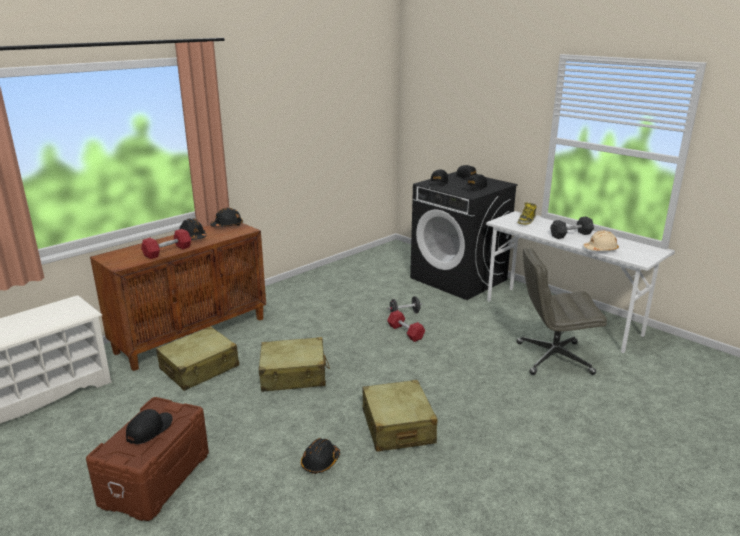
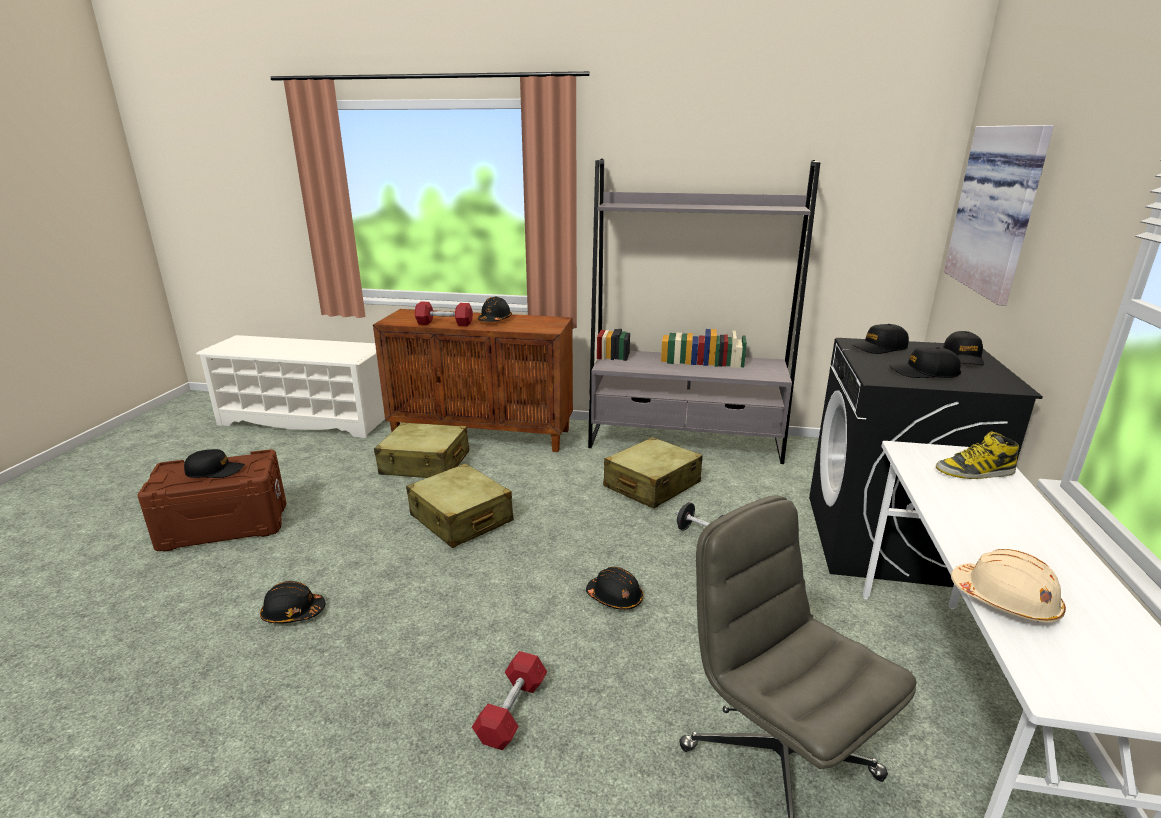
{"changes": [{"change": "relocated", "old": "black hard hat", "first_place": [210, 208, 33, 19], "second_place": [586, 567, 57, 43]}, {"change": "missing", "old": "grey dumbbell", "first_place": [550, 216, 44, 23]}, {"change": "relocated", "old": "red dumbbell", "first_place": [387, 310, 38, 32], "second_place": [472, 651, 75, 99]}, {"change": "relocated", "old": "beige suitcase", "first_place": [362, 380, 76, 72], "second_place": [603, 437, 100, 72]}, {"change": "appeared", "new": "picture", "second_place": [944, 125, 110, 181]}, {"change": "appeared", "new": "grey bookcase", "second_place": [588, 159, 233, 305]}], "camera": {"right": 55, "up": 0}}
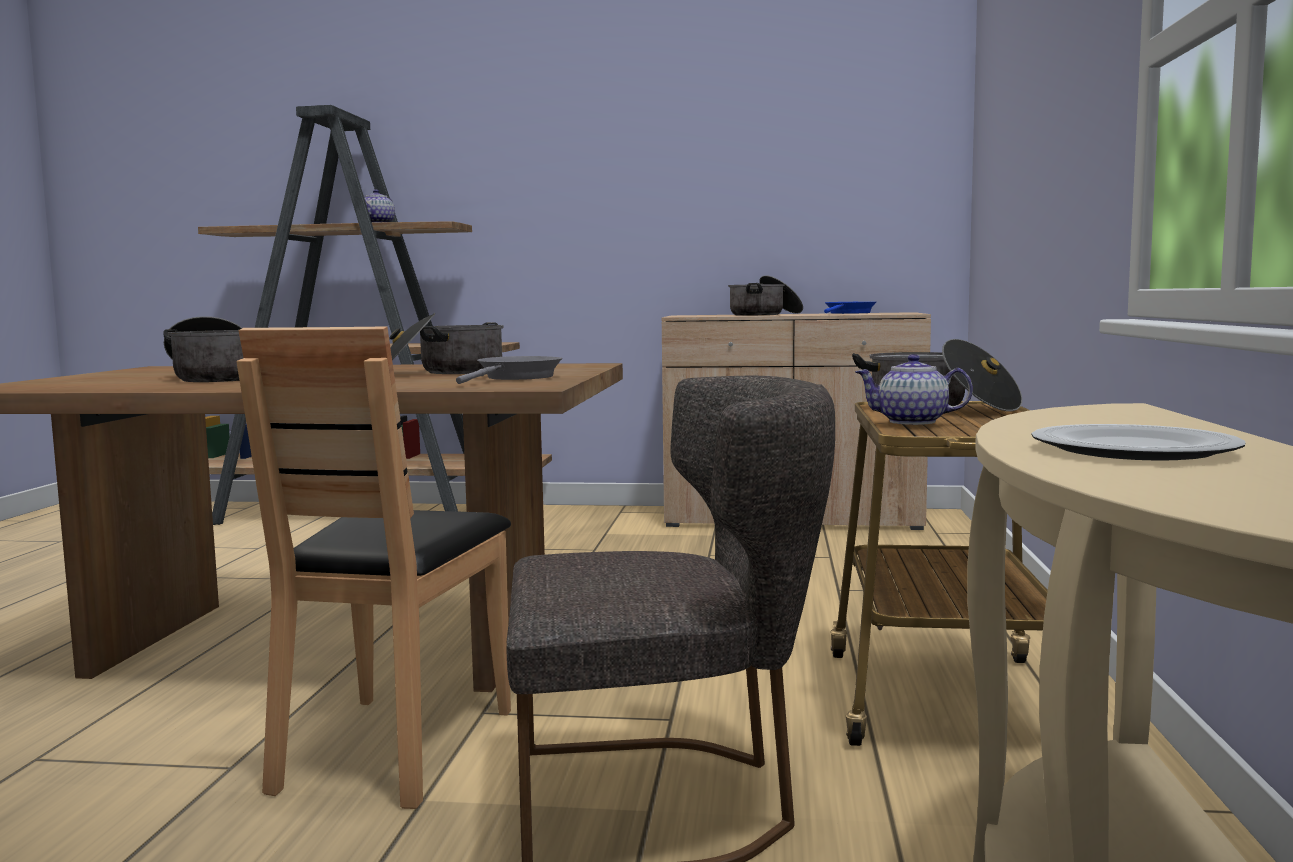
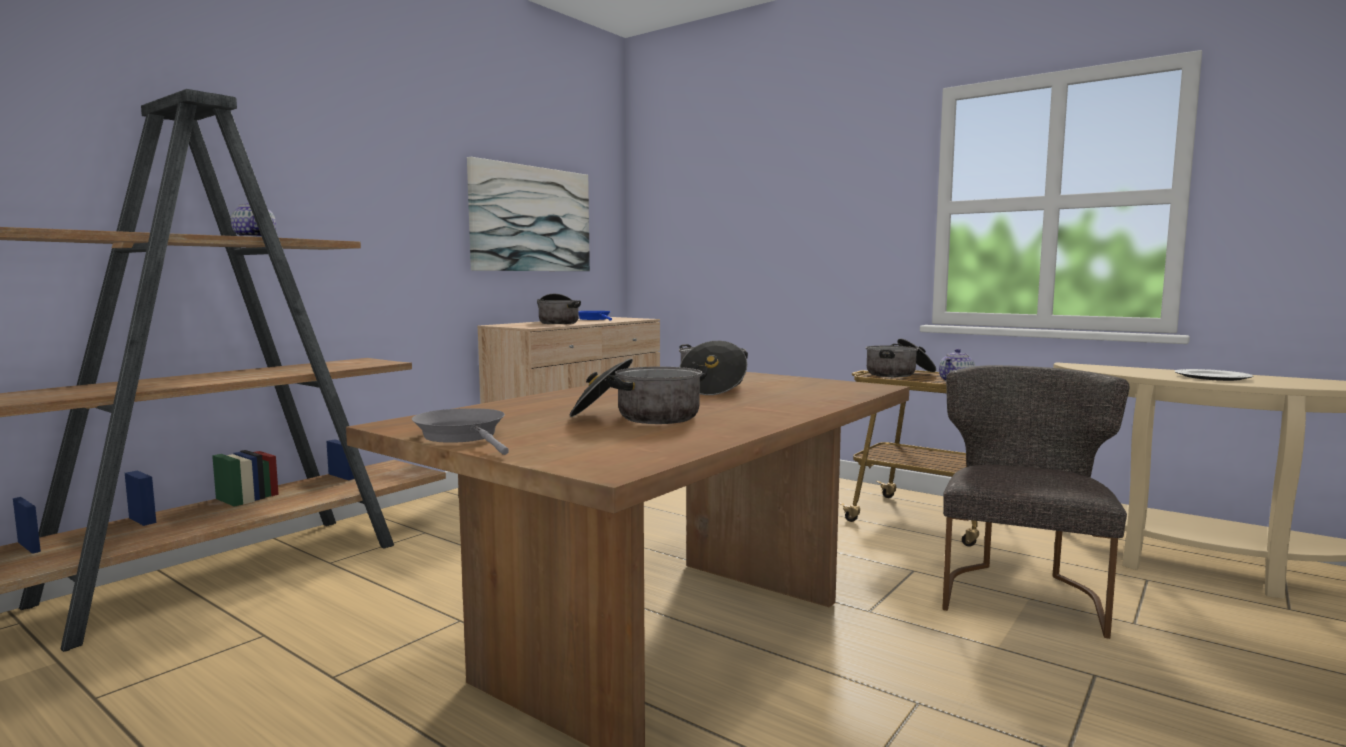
{"changes": [{"change": "missing", "old": "brown chair", "first_place": [236, 326, 275, 483]}, {"change": "relocated", "old": "grey frying pan", "first_place": [456, 356, 107, 28], "second_place": [412, 408, 97, 47]}, {"change": "appeared", "new": "picture", "second_place": [467, 157, 123, 114]}], "camera": {"right": -60, "up": 0}}
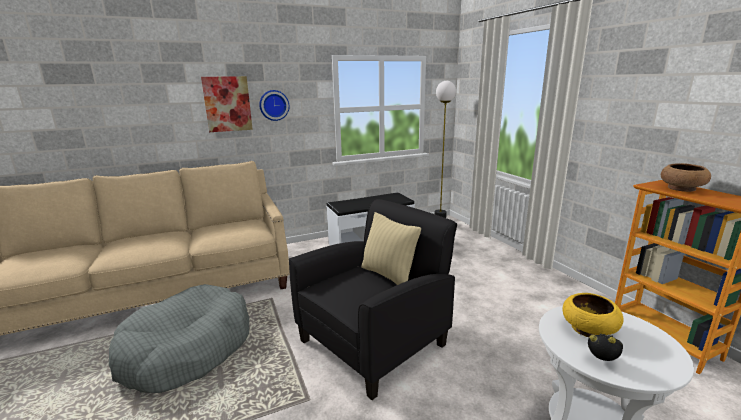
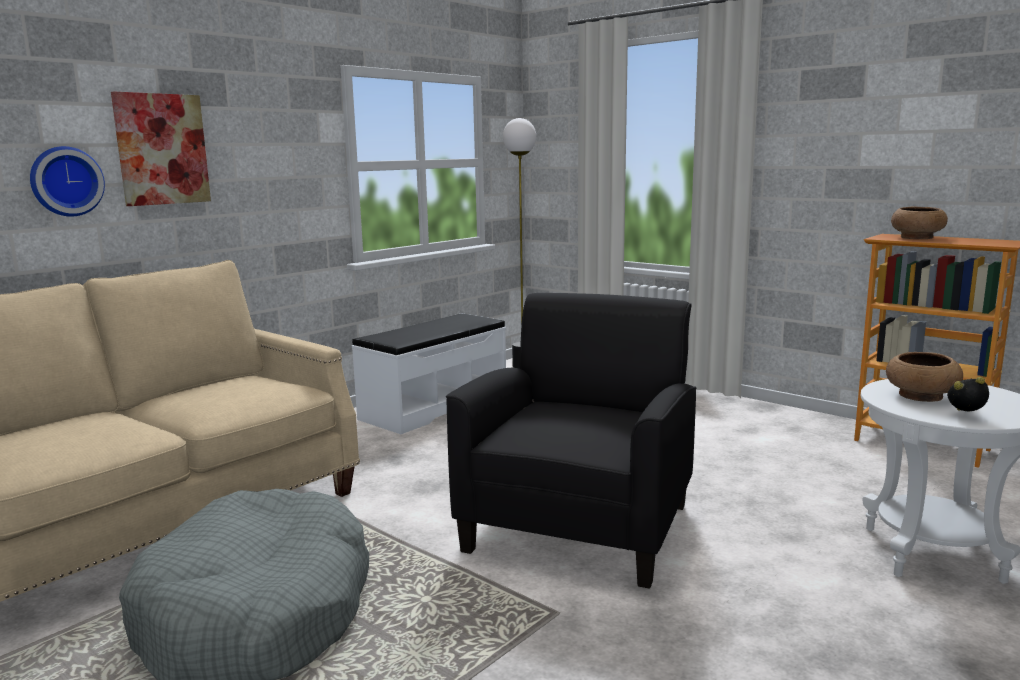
{"changes": [{"change": "relocated", "old": "wall clock", "first_place": [259, 90, 31, 31], "second_place": [30, 146, 75, 71]}, {"change": "missing", "old": "beige pillow", "first_place": [361, 212, 60, 73]}, {"change": "colour", "old": "yellow bowl", "new": "brown bowl", "first_place": [563, 293, 61, 45], "second_place": [886, 352, 77, 50]}], "camera": {"right": -25, "up": -5}}
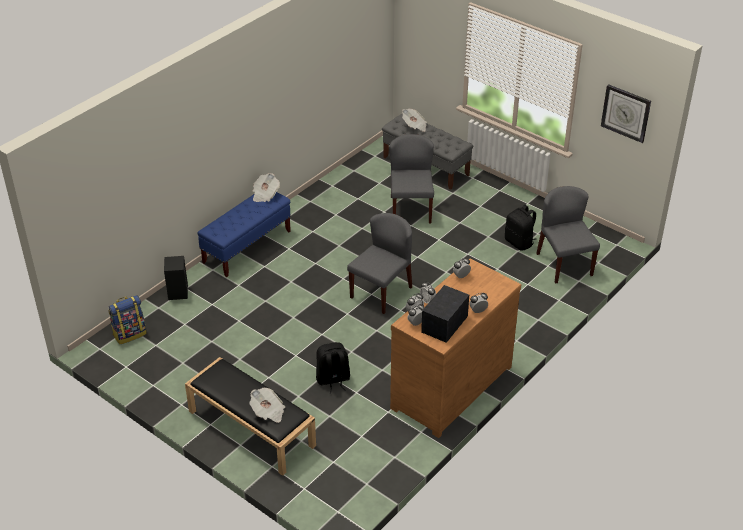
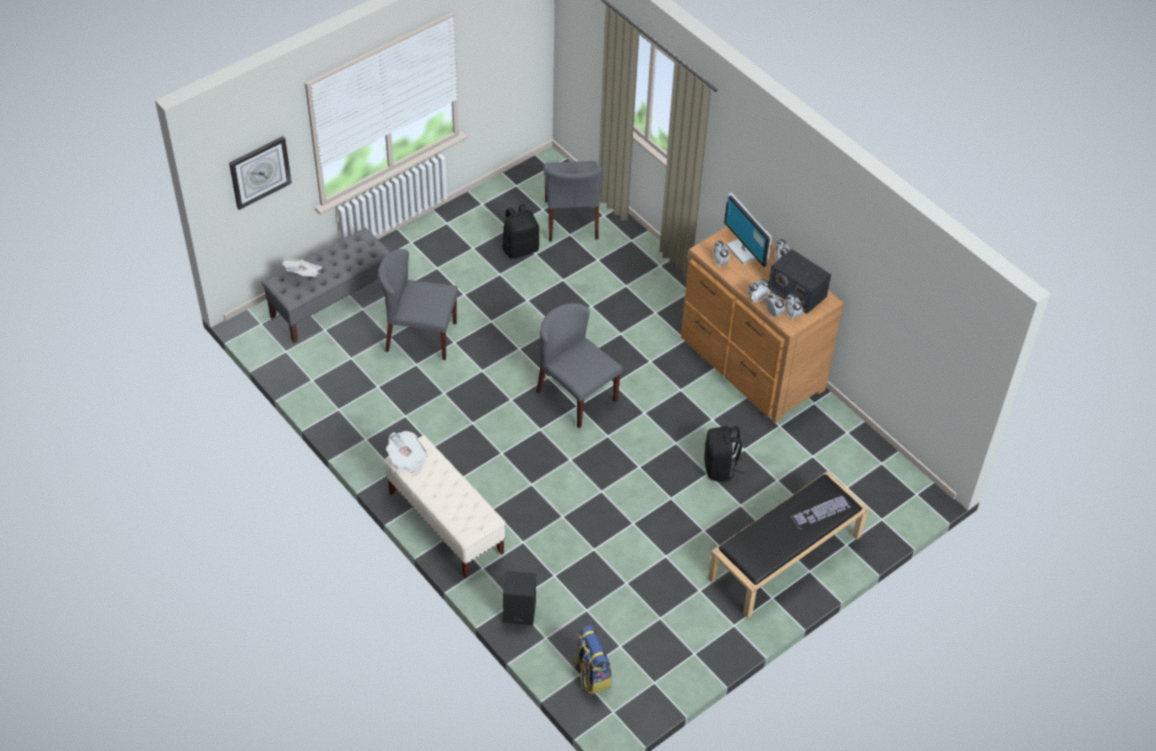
{"changes": [{"change": "relocated", "old": "wall clock", "first_place": [601, 84, 50, 59], "second_place": [229, 136, 63, 74]}, {"change": "spun", "old": "grey chair", "first_place": [536, 186, 64, 97], "second_place": [543, 161, 60, 81], "degrees": -90}, {"change": "colour", "old": "blue bench", "new": "beige bench", "first_place": [197, 192, 94, 85], "second_place": [384, 436, 122, 142]}, {"change": "exchanged", "old": "newspaper", "new": "keyboard", "first_place": [249, 388, 36, 35], "second_place": [790, 492, 62, 38]}, {"change": "appeared", "new": "monitor", "second_place": [724, 193, 48, 74]}], "camera": {"right": -80, "up": 10}}
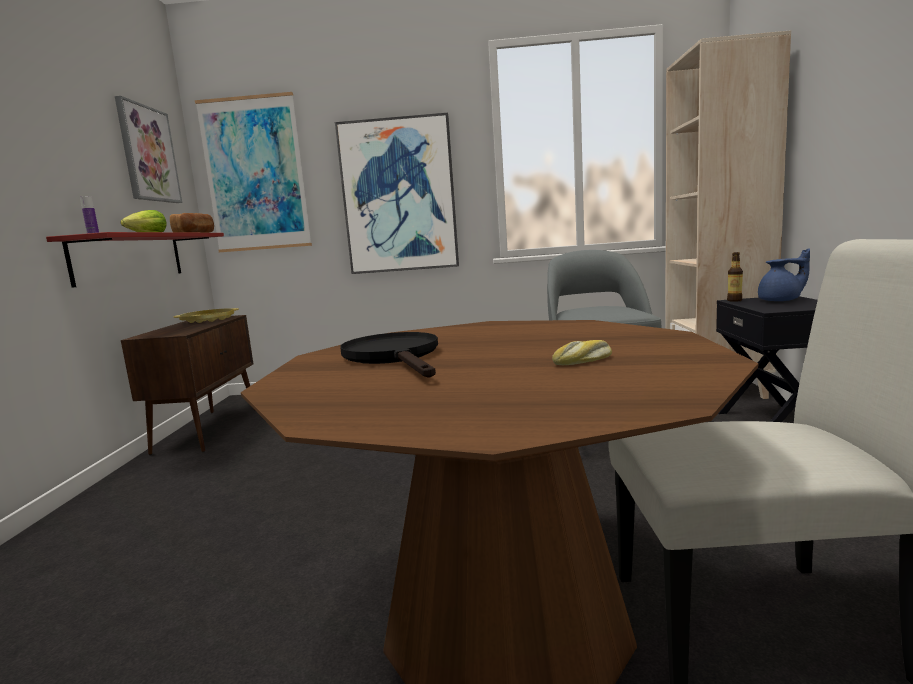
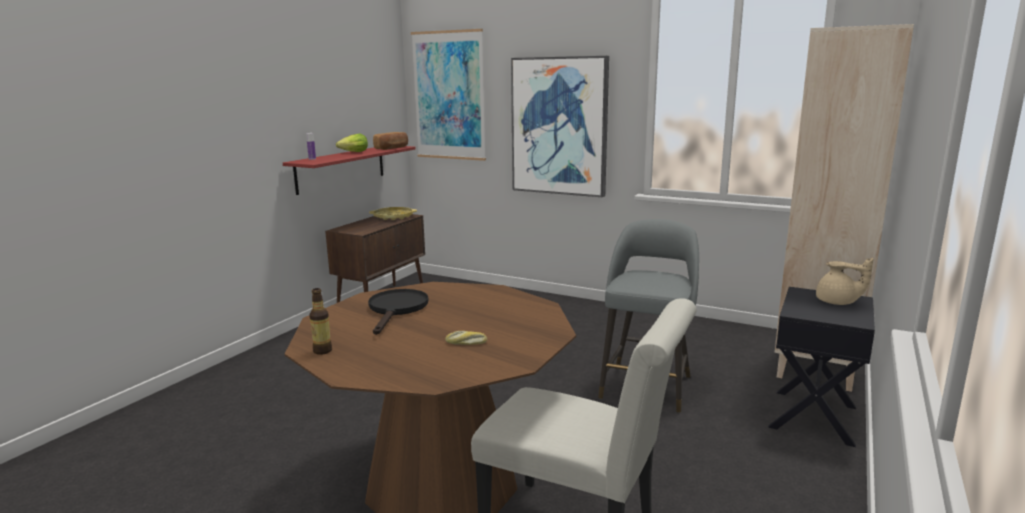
{"changes": [{"change": "missing", "old": "picture", "first_place": [115, 96, 67, 107]}, {"change": "colour", "old": "blue teapot", "new": "beige teapot", "first_place": [758, 248, 52, 53], "second_place": [816, 258, 58, 47]}, {"change": "relocated", "old": "bottle", "first_place": [727, 252, 16, 50], "second_place": [309, 288, 23, 67]}], "camera": {"right": 25, "up": 5}}
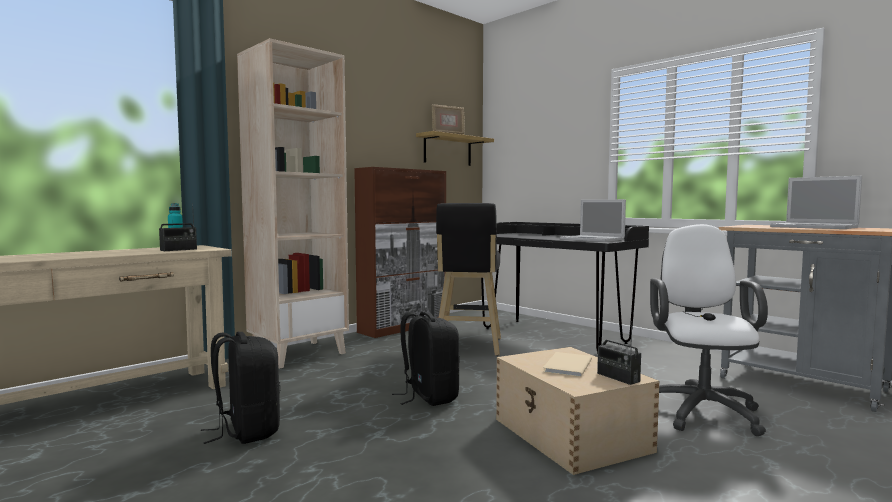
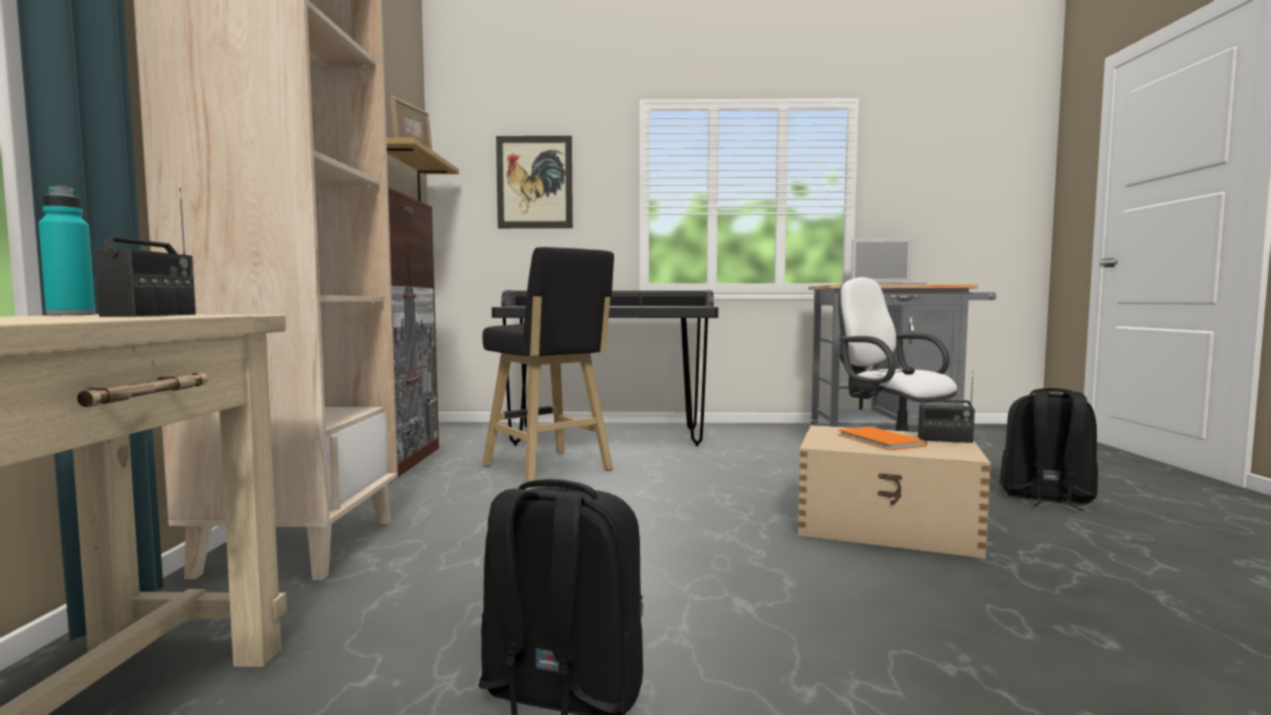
{"changes": [{"change": "missing", "old": "laptop", "first_place": [560, 199, 66, 43]}, {"change": "relocated", "old": "black backpack", "first_place": [392, 312, 68, 94], "second_place": [999, 388, 99, 123]}, {"change": "colour", "old": "beige book", "new": "orange book", "first_place": [543, 352, 49, 25], "second_place": [838, 427, 90, 23]}, {"change": "appeared", "new": "picture", "second_place": [496, 136, 77, 92]}], "camera": {"right": -45, "up": 0}}
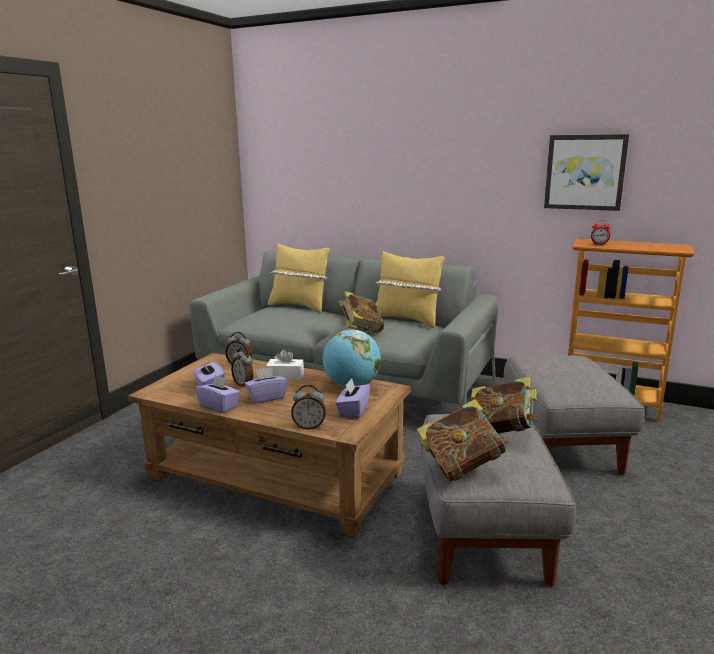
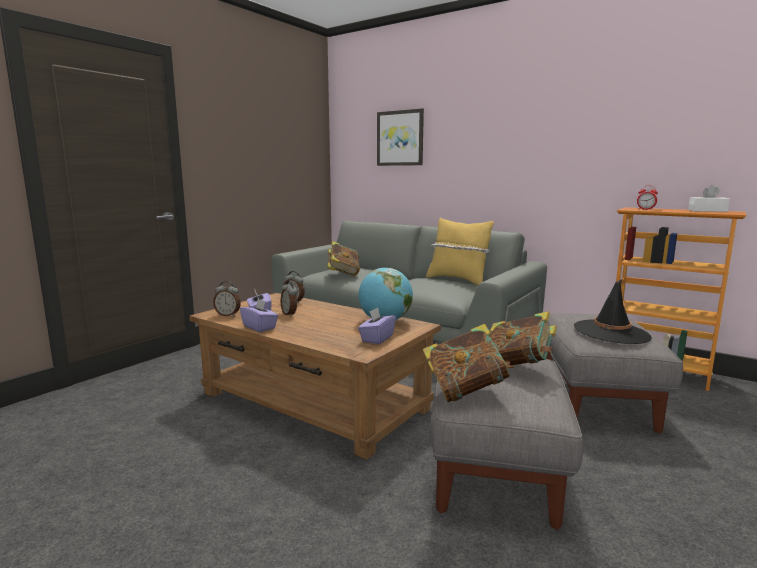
{"changes": [{"change": "relocated", "old": "picture", "first_place": [544, 134, 85, 77], "second_place": [377, 108, 47, 58]}, {"change": "missing", "old": "yellow pillow", "first_place": [268, 243, 62, 70]}, {"change": "relocated", "old": "book", "first_place": [339, 291, 45, 42], "second_place": [327, 241, 33, 35]}, {"change": "relocated", "old": "white tissue box", "first_place": [266, 349, 38, 31], "second_place": [688, 185, 42, 27]}, {"change": "missing", "old": "purple tissue box", "first_place": [244, 367, 44, 37]}, {"change": "relocated", "old": "alarm clock", "first_place": [291, 385, 35, 45], "second_place": [213, 281, 28, 35]}, {"change": "appeared", "new": "black hat", "second_place": [574, 279, 78, 65]}], "camera": {"right": 10, "up": -5}}
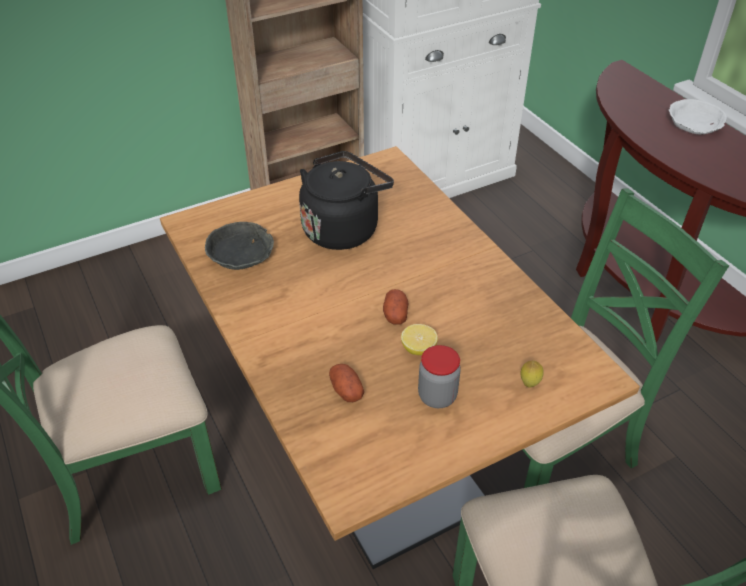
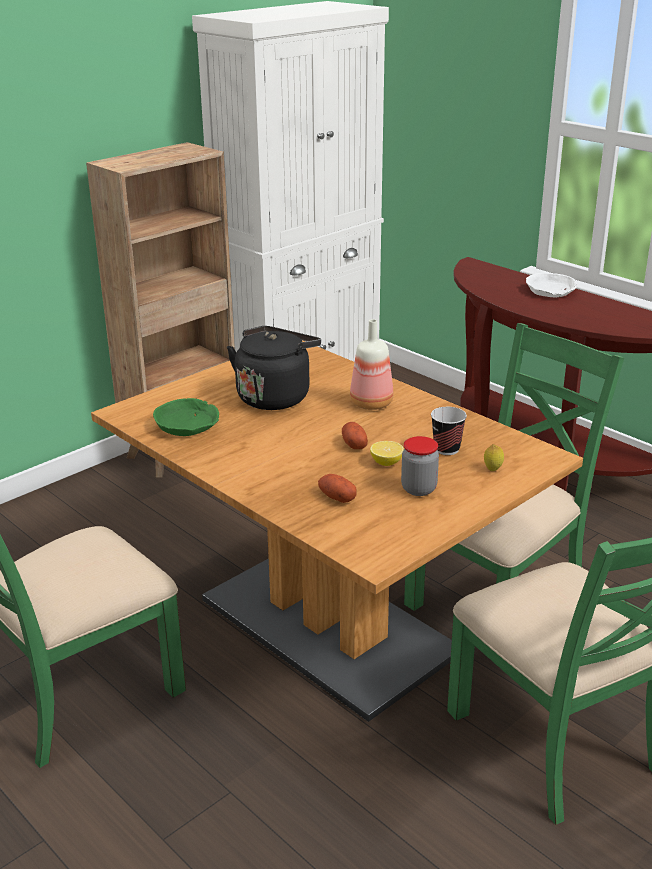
{"changes": [{"change": "colour", "old": "grey bowl", "new": "green bowl", "first_place": [205, 222, 69, 48], "second_place": [153, 398, 66, 38]}, {"change": "appeared", "new": "bottle", "second_place": [350, 319, 44, 91]}, {"change": "appeared", "new": "cup", "second_place": [431, 407, 36, 48]}], "camera": {"right": -15, "up": -15}}
